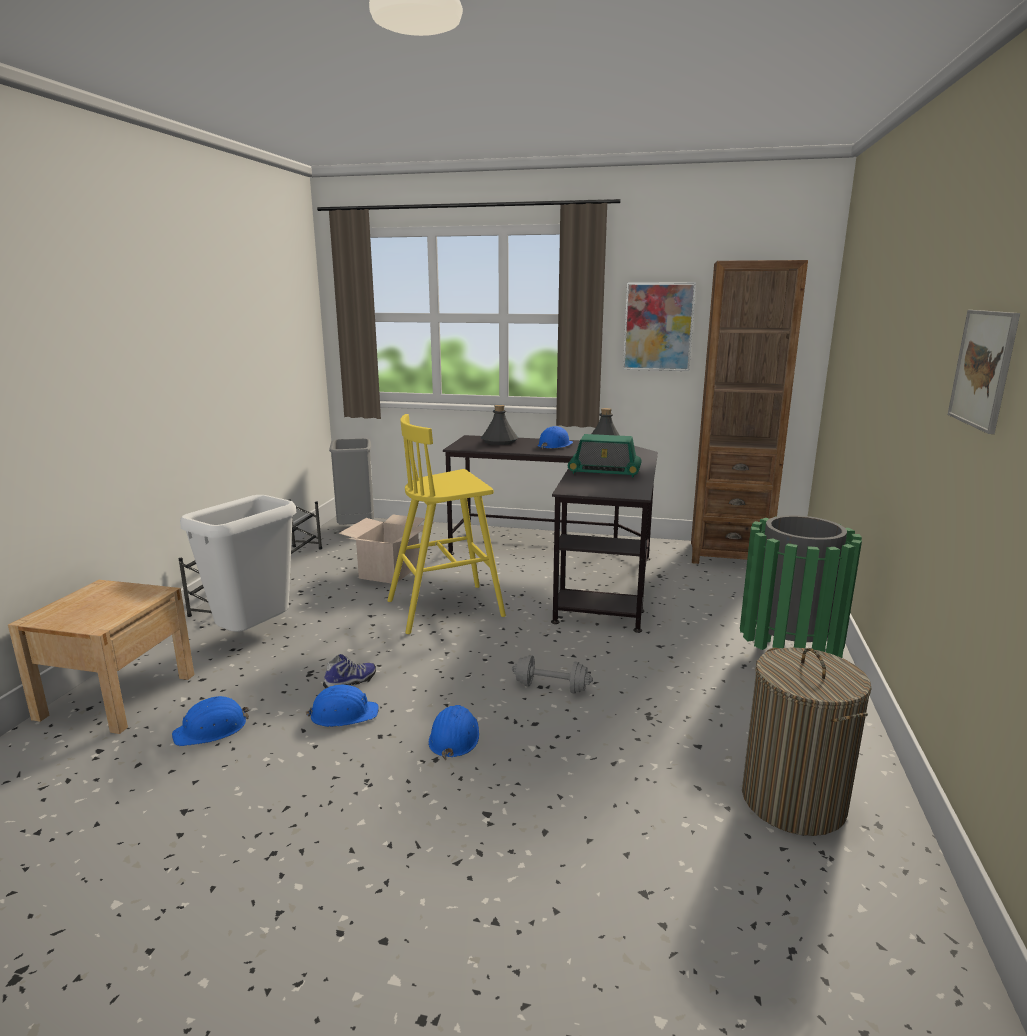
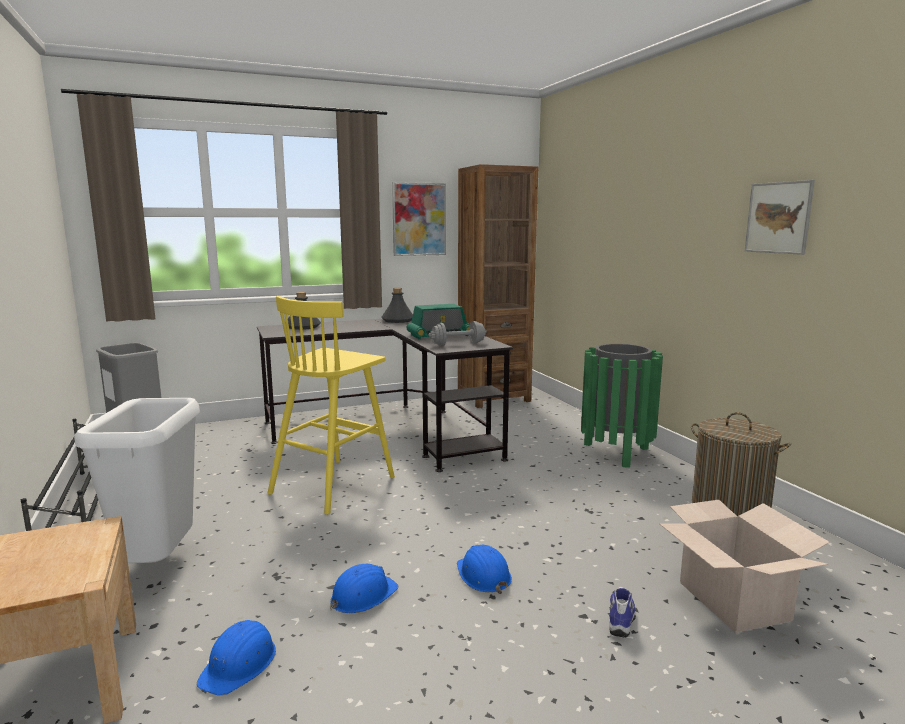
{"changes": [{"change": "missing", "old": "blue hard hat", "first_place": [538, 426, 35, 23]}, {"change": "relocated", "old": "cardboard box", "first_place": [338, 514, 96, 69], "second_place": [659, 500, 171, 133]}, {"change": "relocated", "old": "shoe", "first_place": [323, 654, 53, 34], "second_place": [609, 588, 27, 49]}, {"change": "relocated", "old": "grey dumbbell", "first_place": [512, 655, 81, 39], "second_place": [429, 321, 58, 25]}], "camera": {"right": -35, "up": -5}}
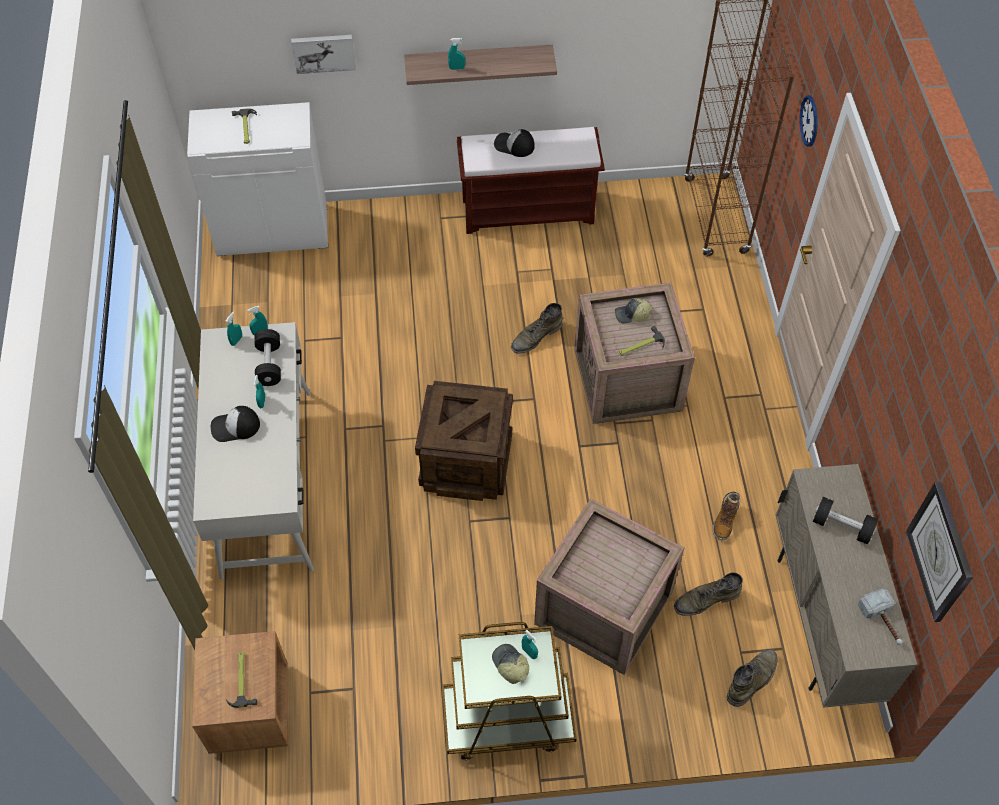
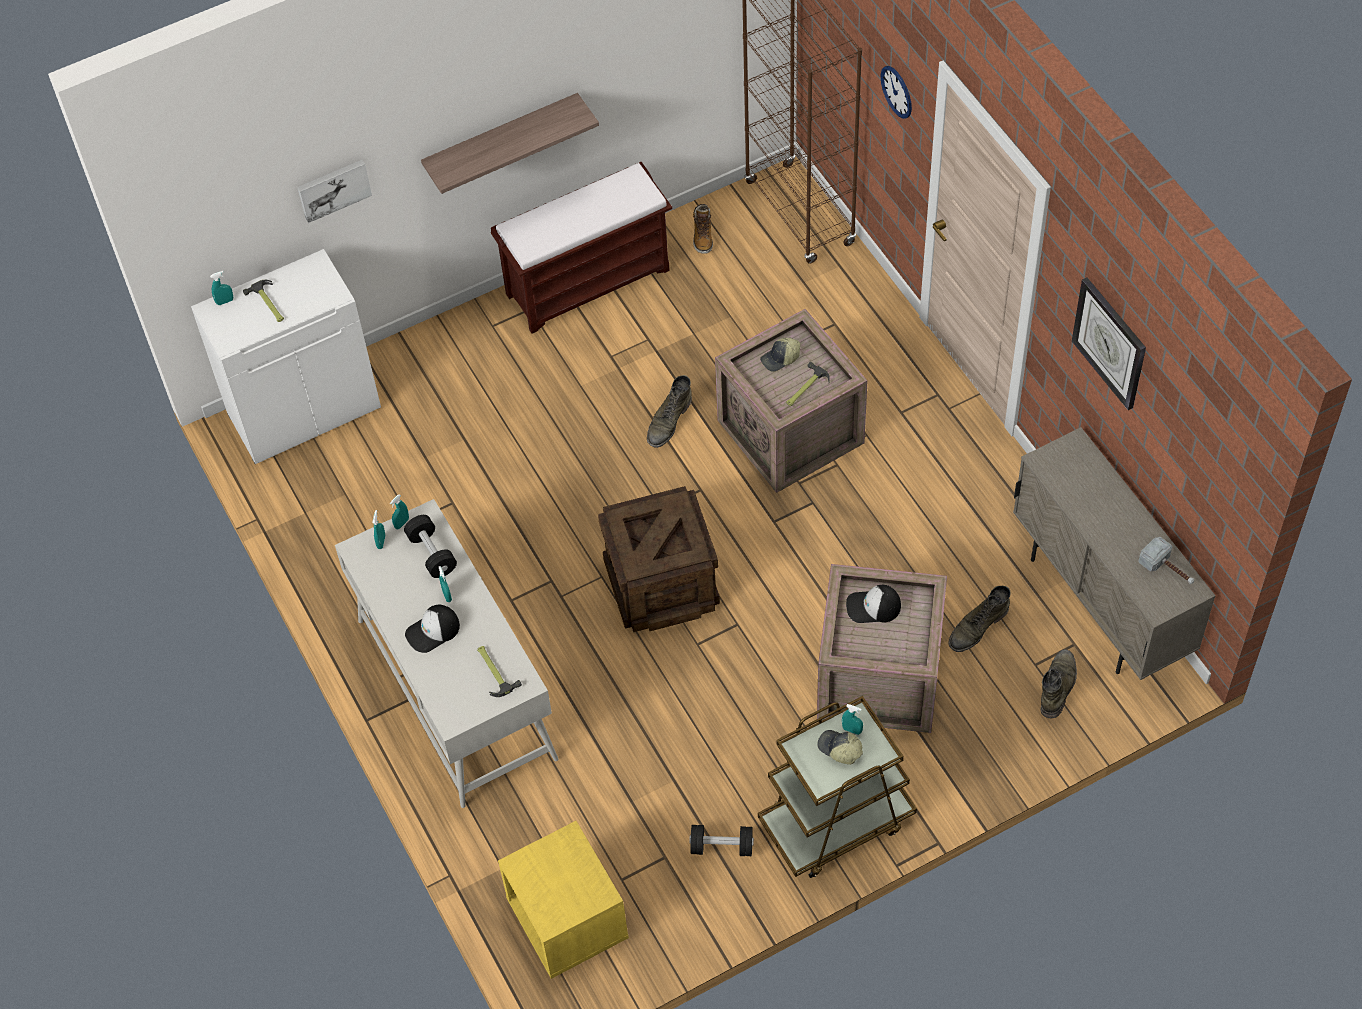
{"changes": [{"change": "relocated", "old": "turquoise spray bottle", "first_place": [448, 38, 17, 32], "second_place": [210, 271, 23, 34]}, {"change": "relocated", "old": "cap", "first_place": [494, 129, 41, 28], "second_place": [846, 585, 55, 38]}, {"change": "relocated", "old": "wall clock", "first_place": [906, 482, 67, 140], "second_place": [1072, 278, 74, 132]}, {"change": "relocated", "old": "boot", "first_place": [713, 492, 27, 48], "second_place": [693, 204, 20, 50]}, {"change": "relocated", "old": "black dumbbell", "first_place": [813, 497, 65, 47], "second_place": [690, 825, 64, 31]}, {"change": "colour", "old": "brown nightstand", "new": "yellow nightstand", "first_place": [192, 631, 96, 123], "second_place": [498, 821, 131, 158]}, {"change": "relocated", "old": "hammer", "first_place": [226, 652, 31, 56], "second_place": [477, 646, 45, 51]}], "camera": {"right": -20, "up": 0}}
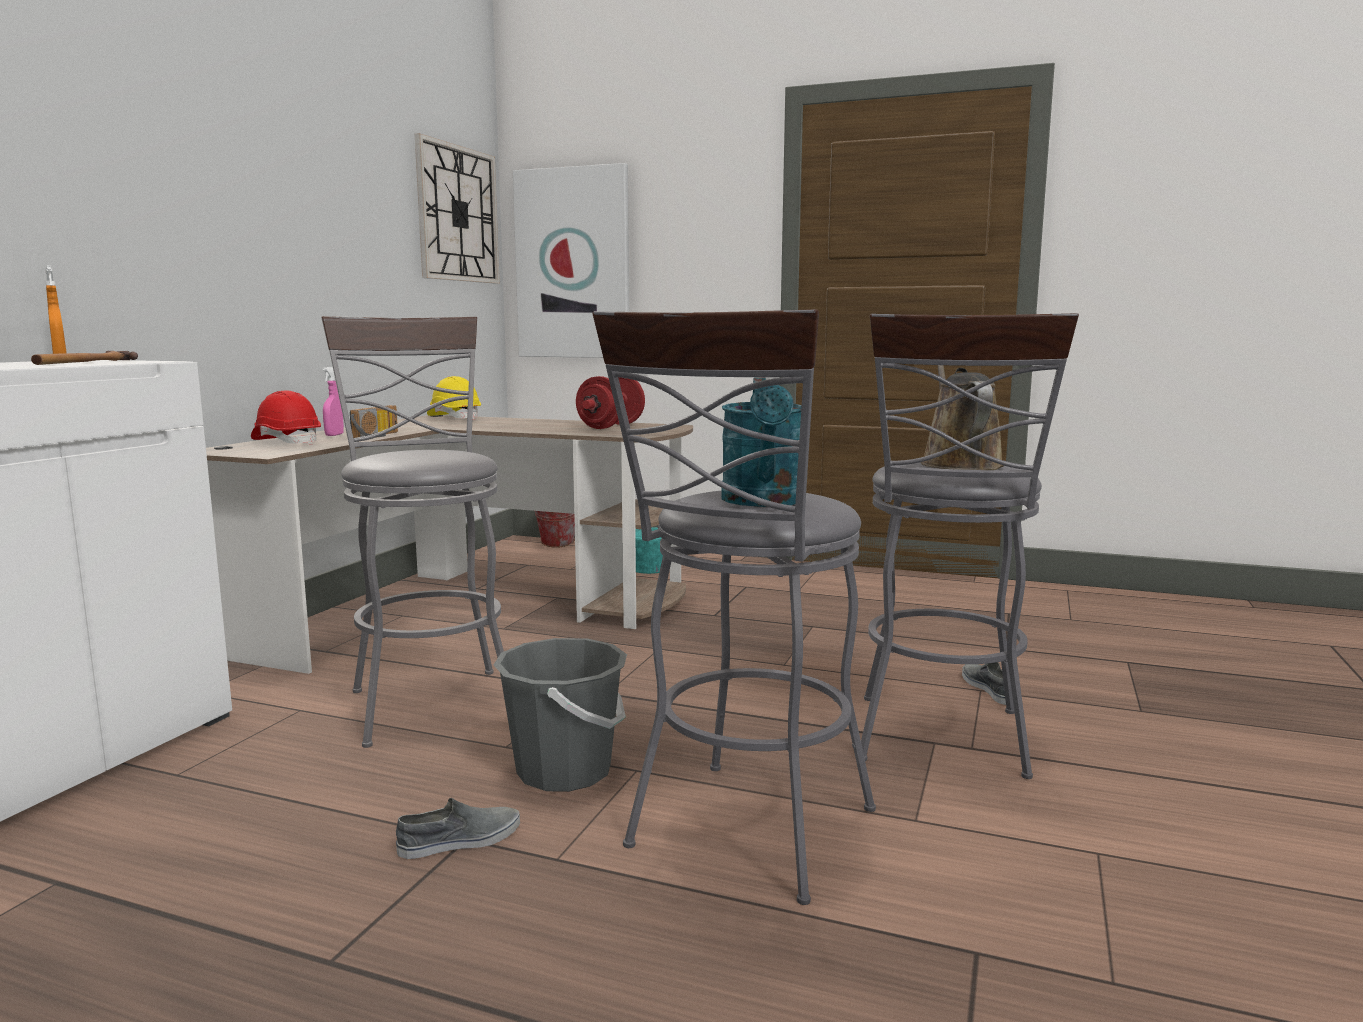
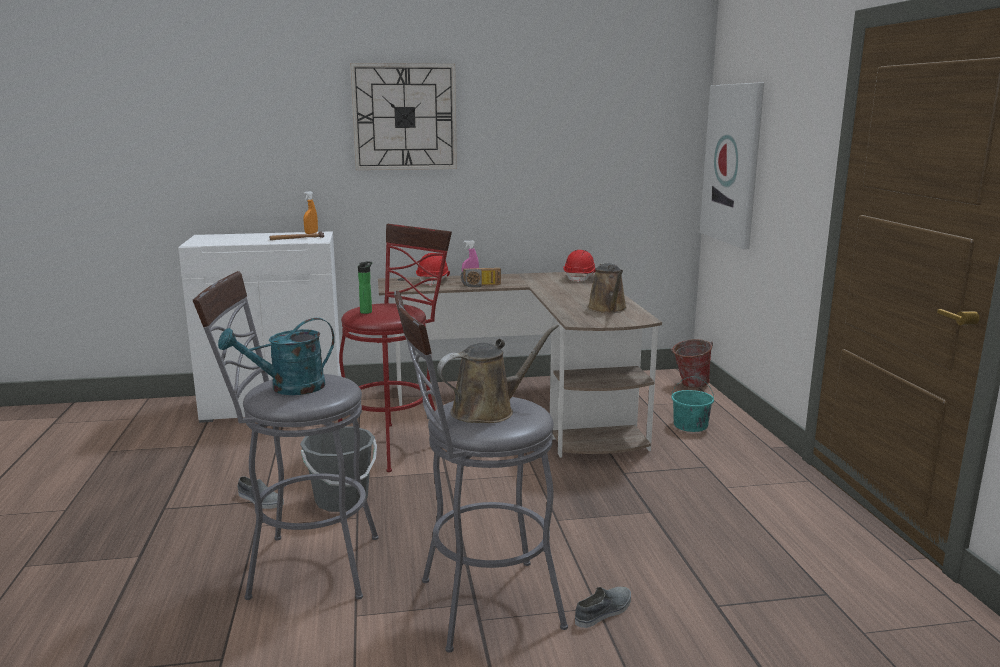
{"changes": [{"change": "relocated", "old": "wall clock", "first_place": [415, 133, 85, 151], "second_place": [350, 63, 107, 107]}, {"change": "colour", "old": "grey stool", "new": "red stool", "first_place": [321, 316, 183, 432], "second_place": [338, 224, 114, 248]}, {"change": "colour", "old": "yellow hard hat", "new": "red hard hat", "first_place": [427, 376, 54, 44], "second_place": [563, 250, 33, 33]}, {"change": "exchanged", "old": "red dumbbell", "new": "brown watering can", "first_place": [576, 376, 69, 53], "second_place": [588, 263, 39, 50]}, {"change": "appeared", "new": "bottle", "second_place": [358, 261, 14, 53]}], "camera": {"right": 60, "up": 5}}
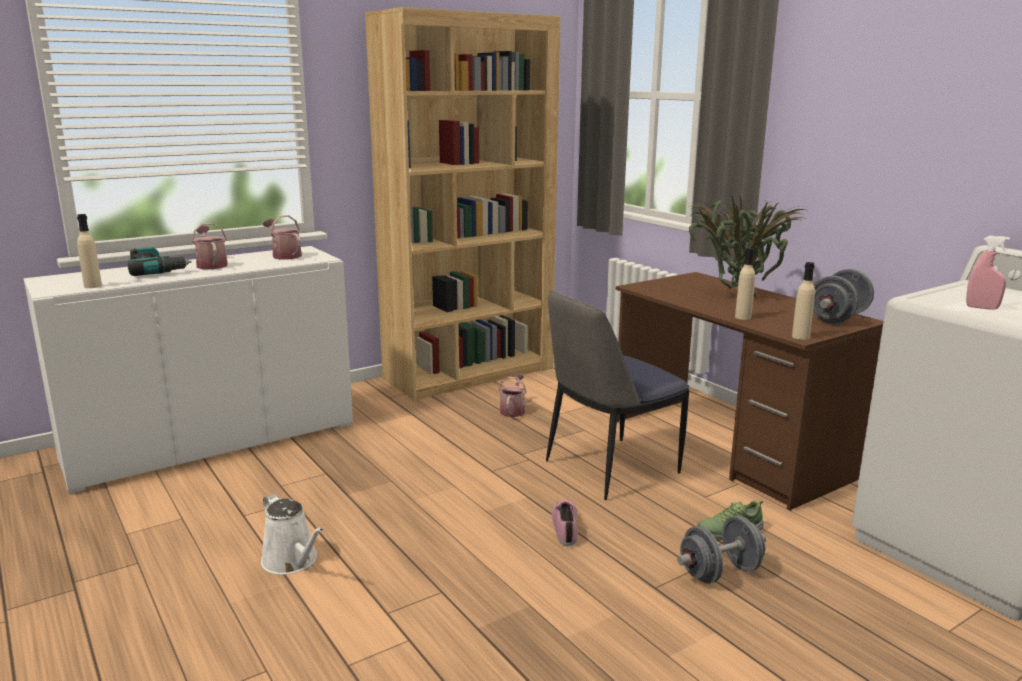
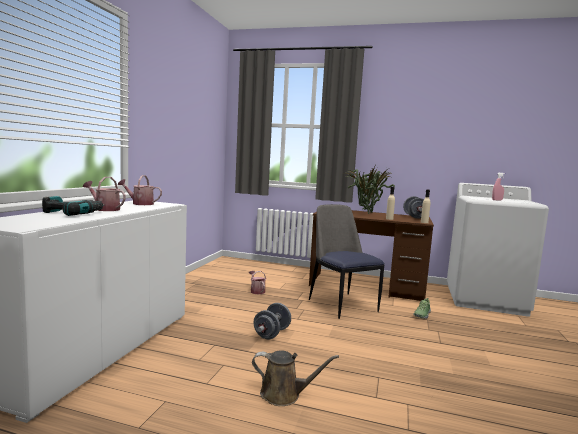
{"changes": [{"change": "missing", "old": "brown bookcase", "first_place": [365, 7, 195, 393]}, {"change": "missing", "old": "beige bottle", "first_place": [77, 214, 25, 74]}, {"change": "spun", "old": "chair", "first_place": [546, 291, 144, 209], "second_place": [309, 204, 76, 115], "degrees": 135}, {"change": "colour", "old": "white watering can", "new": "brown watering can", "first_place": [261, 494, 62, 81], "second_place": [252, 350, 87, 56]}, {"change": "missing", "old": "shoe", "first_place": [552, 499, 26, 47]}, {"change": "relocated", "old": "grey dumbbell", "first_place": [677, 515, 89, 69], "second_place": [254, 303, 37, 36]}], "camera": {"right": -40, "up": -10}}
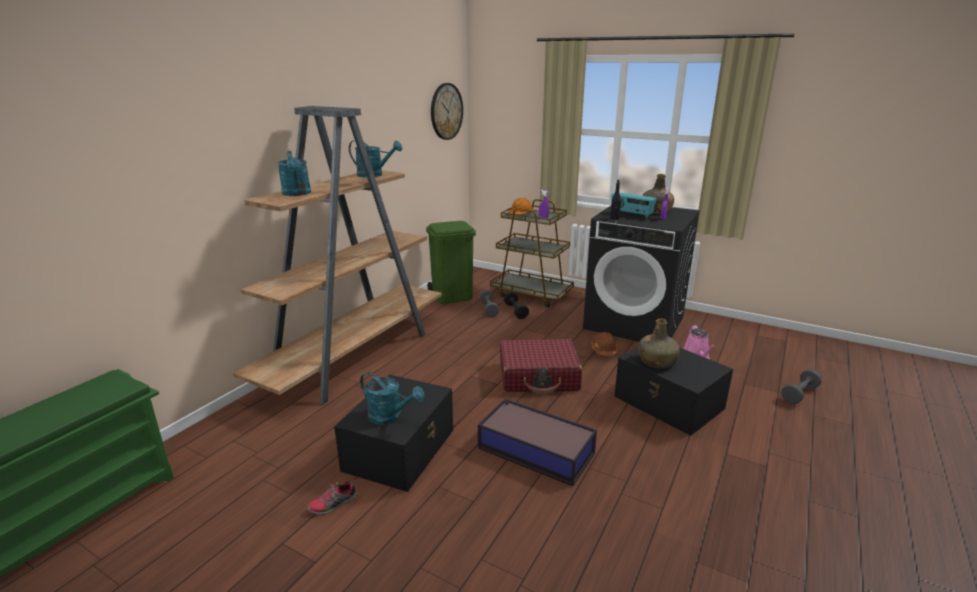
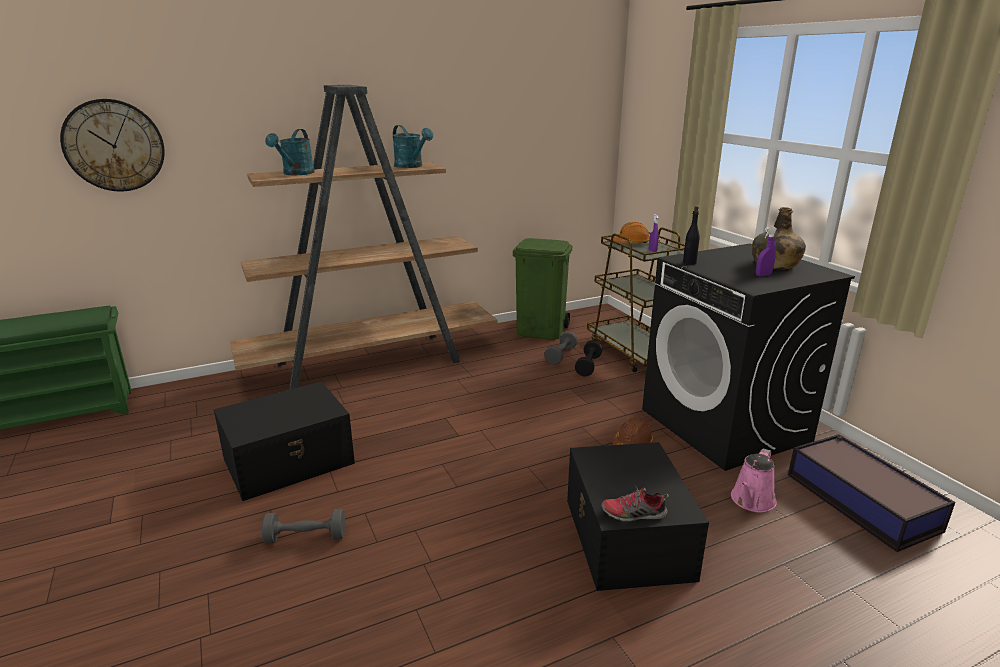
{"changes": [{"change": "relocated", "old": "wall clock", "first_place": [431, 83, 32, 57], "second_place": [60, 99, 105, 92]}, {"change": "missing", "old": "radio", "first_place": [611, 192, 46, 26]}, {"change": "missing", "old": "green bottle", "first_place": [638, 318, 42, 51]}, {"change": "missing", "old": "red suitcase", "first_place": [500, 339, 82, 55]}, {"change": "relocated", "old": "grey dumbbell", "first_place": [781, 369, 41, 35], "second_place": [262, 509, 83, 35]}, {"change": "missing", "old": "turquoise watering can", "first_place": [360, 372, 64, 53]}, {"change": "relocated", "old": "storage box", "first_place": [478, 399, 119, 87], "second_place": [788, 434, 167, 118]}, {"change": "relocated", "old": "shoe", "first_place": [307, 480, 50, 35], "second_place": [602, 487, 67, 35]}], "camera": {"right": 35, "up": 0}}
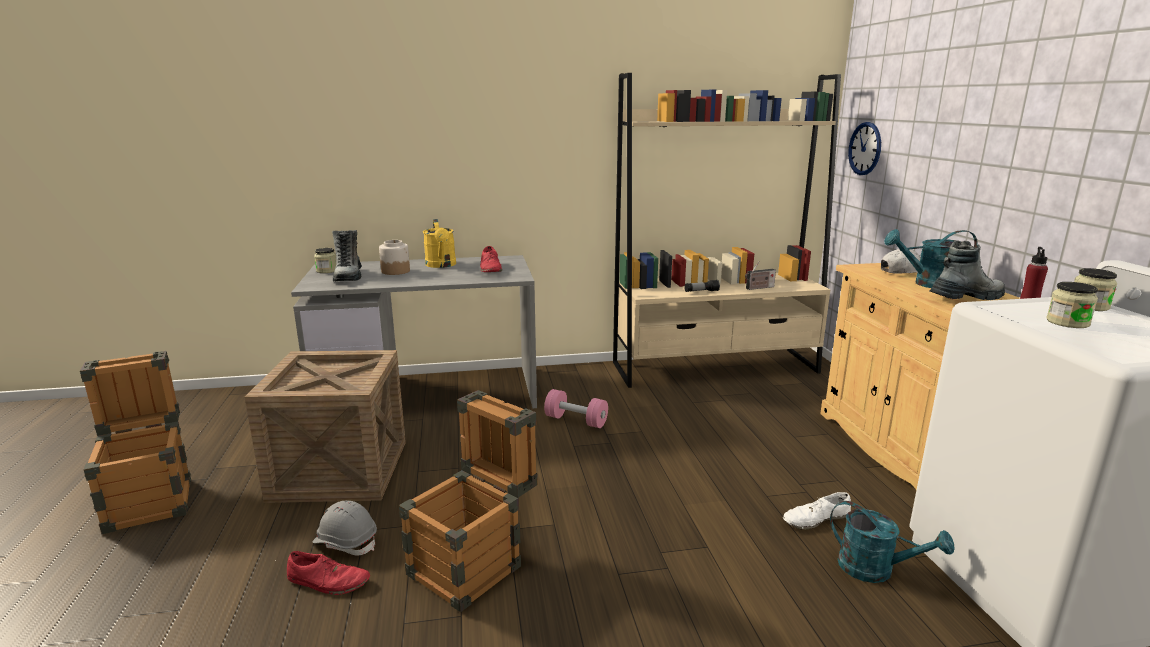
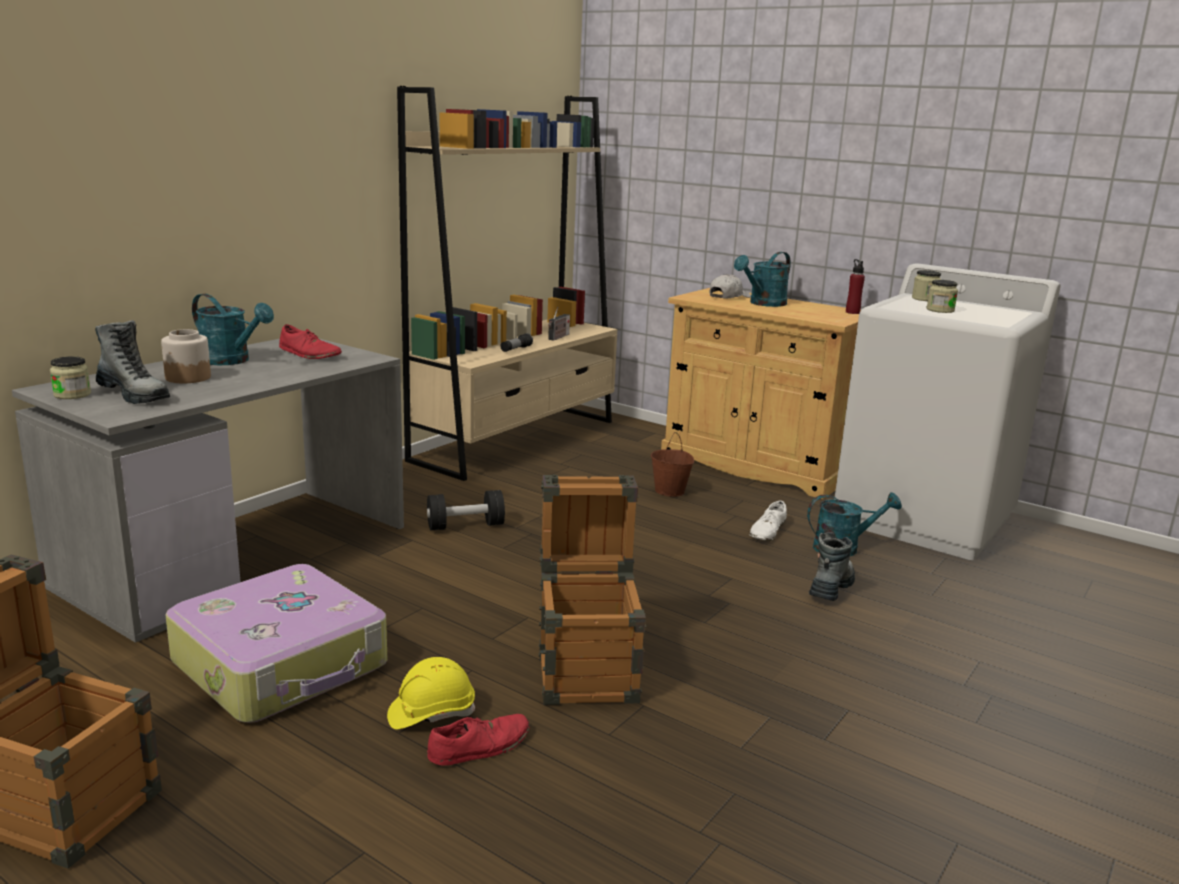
{"changes": [{"change": "missing", "old": "wall clock", "first_place": [848, 122, 33, 53]}, {"change": "colour", "old": "yellow watering can", "new": "turquoise watering can", "first_place": [423, 219, 33, 49], "second_place": [192, 294, 82, 71]}, {"change": "relocated", "old": "boot", "first_place": [930, 241, 75, 59], "second_place": [809, 532, 46, 69]}, {"change": "exchanged", "old": "crate", "new": "suitcase", "first_place": [245, 350, 161, 153], "second_place": [165, 564, 222, 159]}, {"change": "colour", "old": "pink dumbbell", "new": "black dumbbell", "first_place": [544, 389, 64, 39], "second_place": [427, 490, 78, 40]}, {"change": "colour", "old": "grey hard hat", "new": "yellow hard hat", "first_place": [312, 501, 65, 55], "second_place": [387, 657, 88, 72]}, {"change": "appeared", "new": "brown bucket", "second_place": [651, 432, 43, 65]}], "camera": {"right": -45, "up": 0}}
